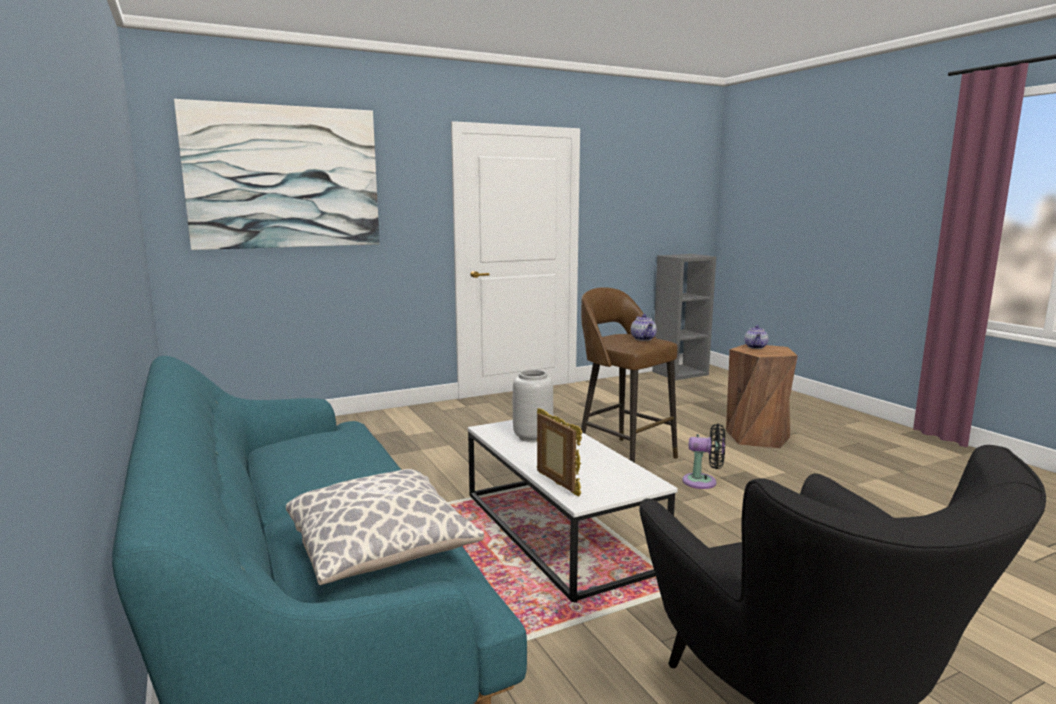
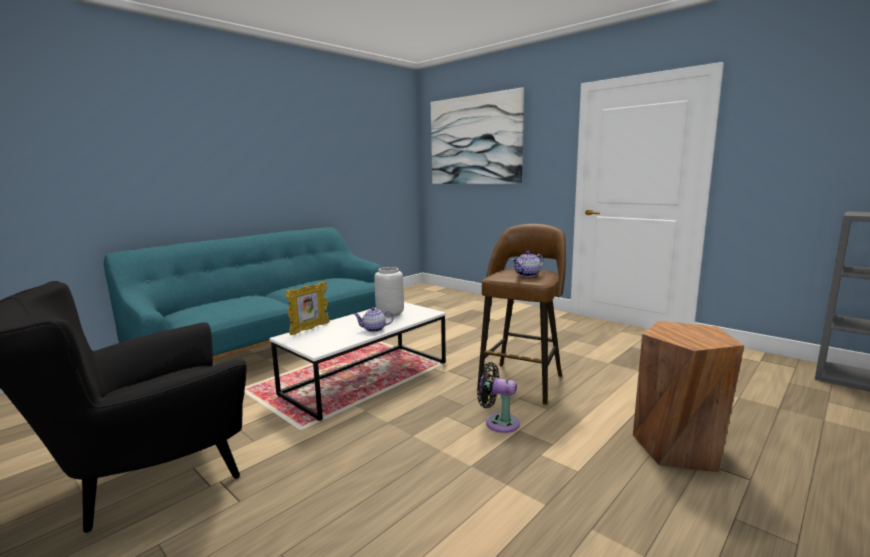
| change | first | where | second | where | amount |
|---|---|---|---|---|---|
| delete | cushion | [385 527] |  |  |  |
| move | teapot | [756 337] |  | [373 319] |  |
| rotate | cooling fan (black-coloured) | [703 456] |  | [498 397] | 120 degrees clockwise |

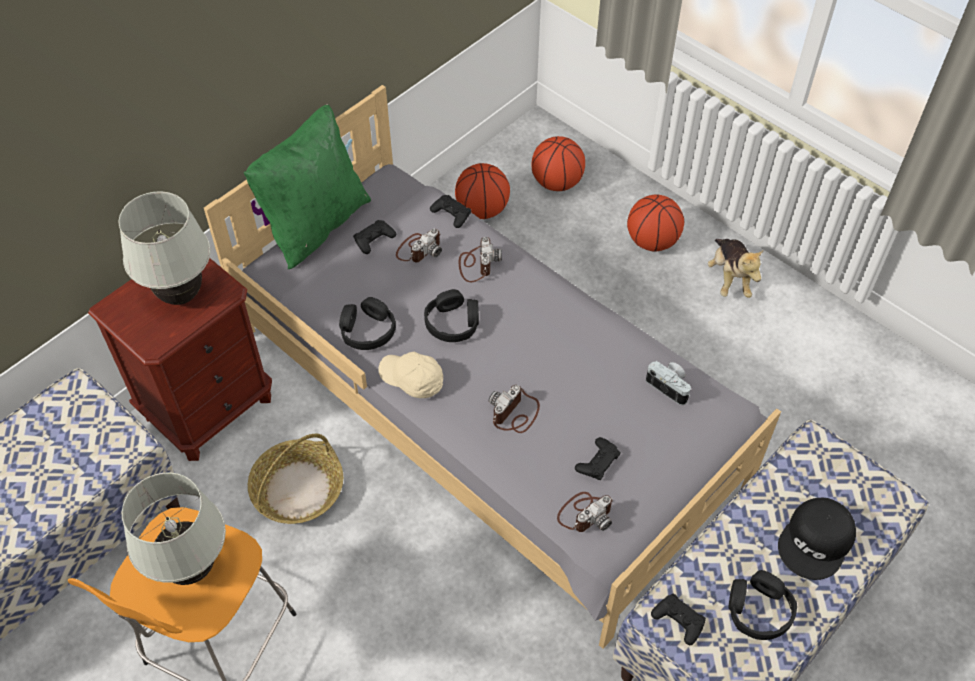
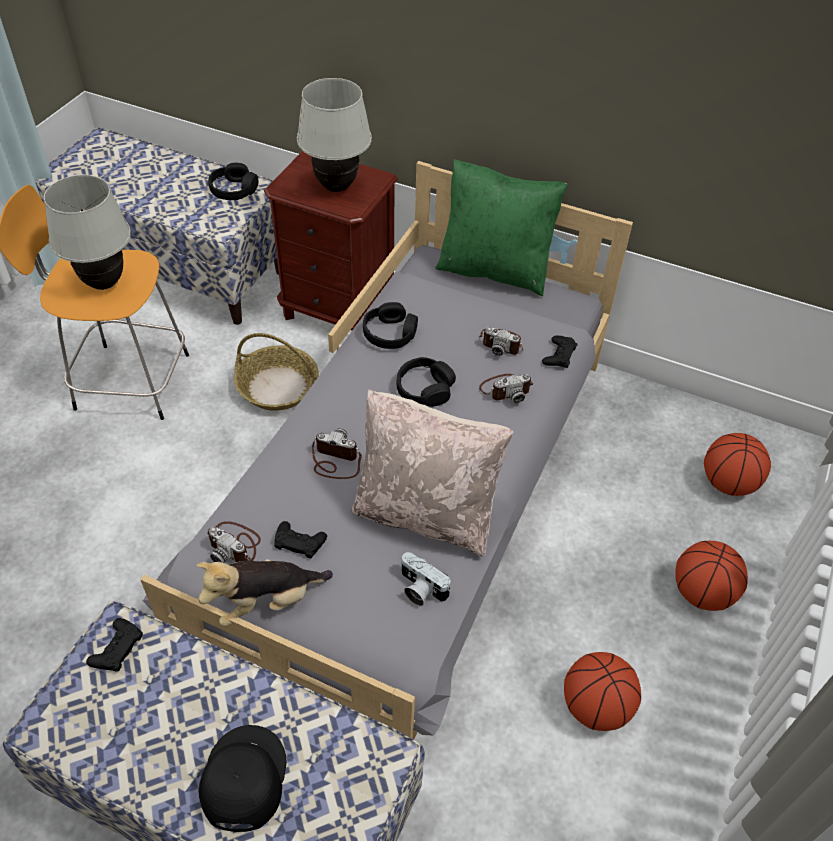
| change | first | where | second | where | amount |
|---|---|---|---|---|---|
| delete | joypad (black-coloured) | [374 237] |  |  |  |
| delete | baseball cap (beige-coloured) | [411 375] |  |  |  |
| insert |  |  | cushion (beige-coloured) | [432 472] |  |
| move | ball for basketball | [482 191] |  | [602 691] |  |
| move | plush toy | [735 268] |  | [265 592] |  |
| move | pair of headphones (black-coloured) | [762 605] |  | [233 181] |  |
| rotate | photo camera | [668 383] |  | [426 579] | 105 degrees clockwise |
| rotate | baseball cap (black-coloured) | [817 539] |  | [242 778] | 75 degrees clockwise |

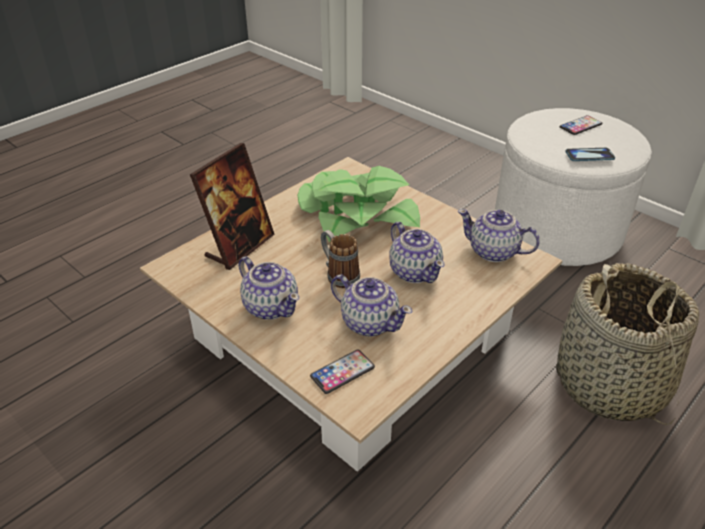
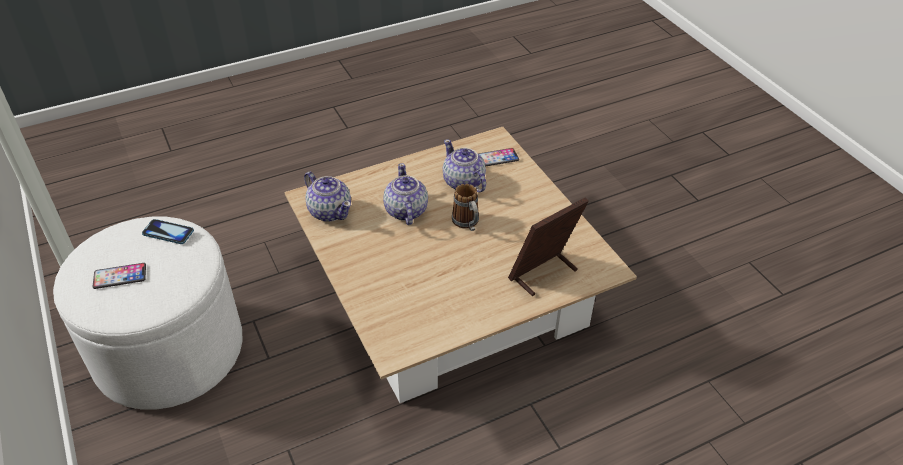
| change | first | where | second | where | amount |
|---|---|---|---|---|---|
| delete | teapot | [269 288] |  |  |  |
| delete | plant in a pot | [358 204] |  |  |  |
| delete | household basket | [627 344] |  |  |  |

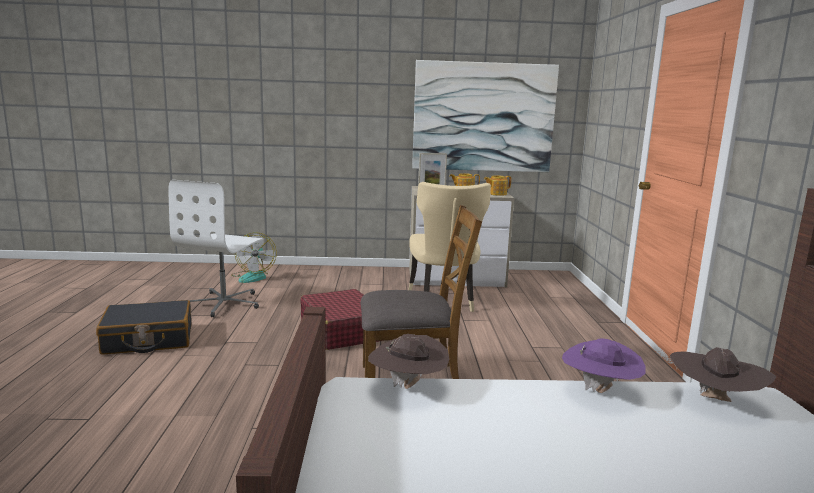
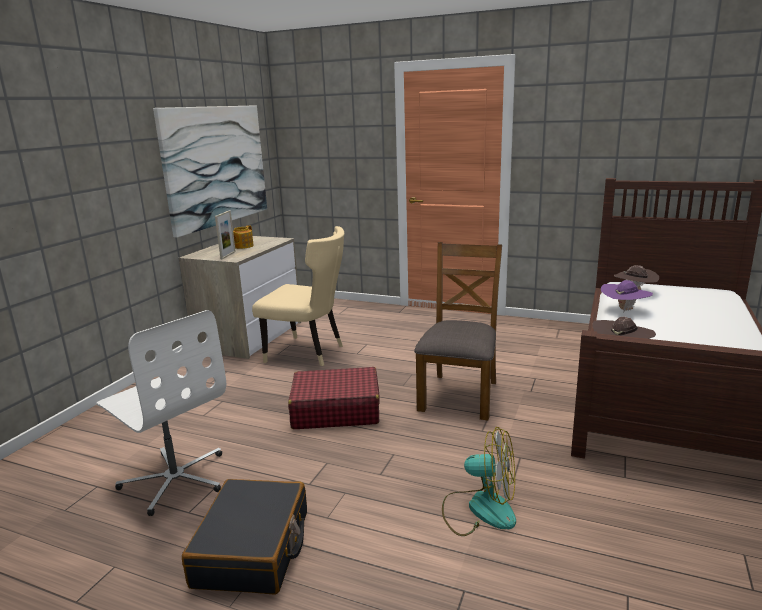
| change | first | where | second | where | amount |
|---|---|---|---|---|---|
| delete | teapot | [497 185] |  |  |  |
| move | cooling fan | [254 257] |  | [479 481] |  |

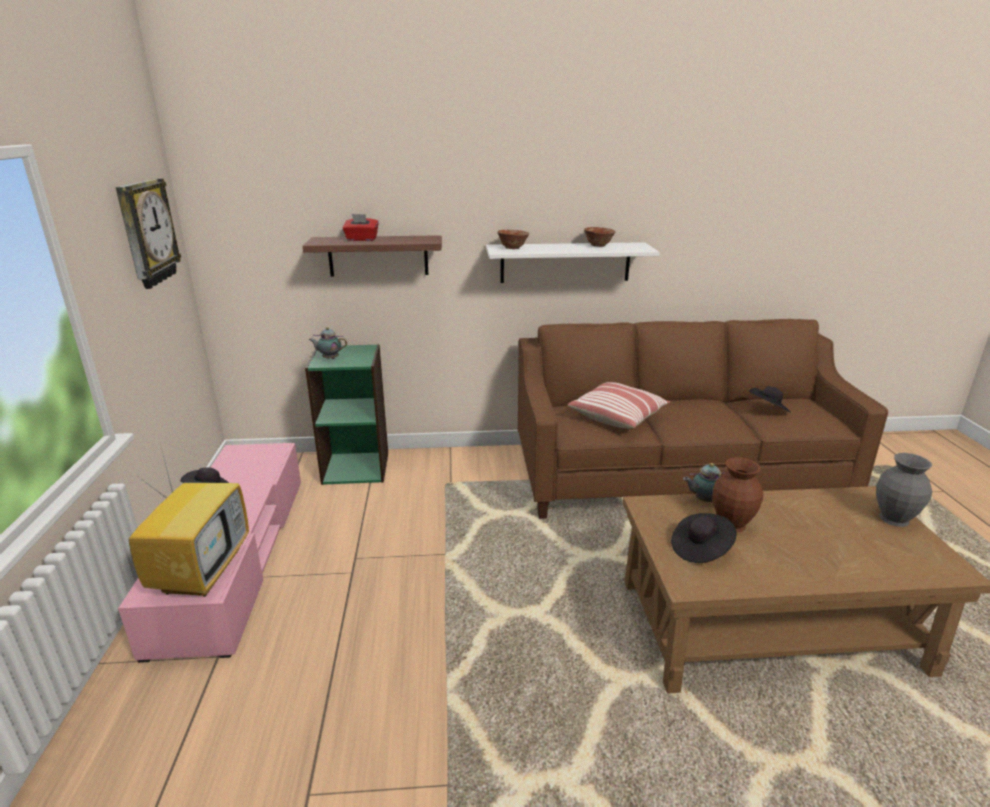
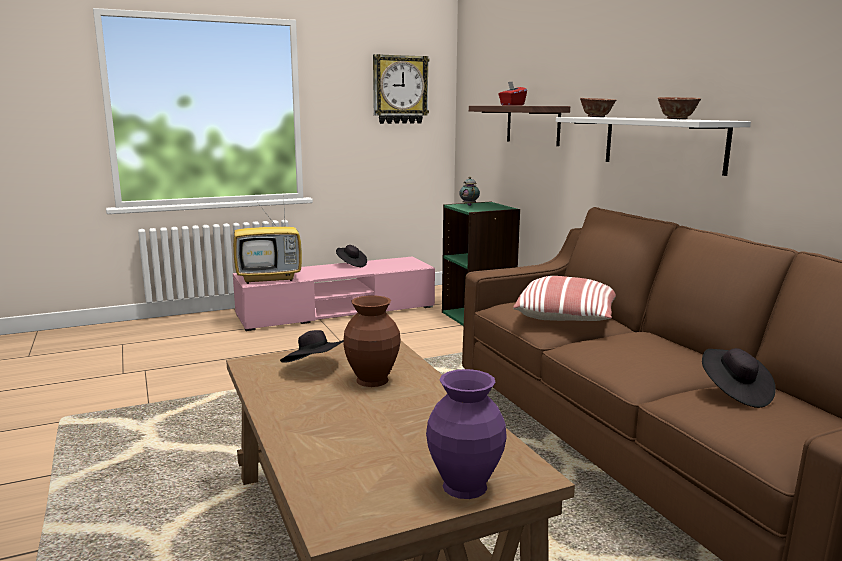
| change | first | where | second | where | amount |
|---|---|---|---|---|---|
| delete | teapot | [703 482] |  |  |  |
| recolor | vase (grey) | [904 490] | vase (purple) | [466 434] |  |

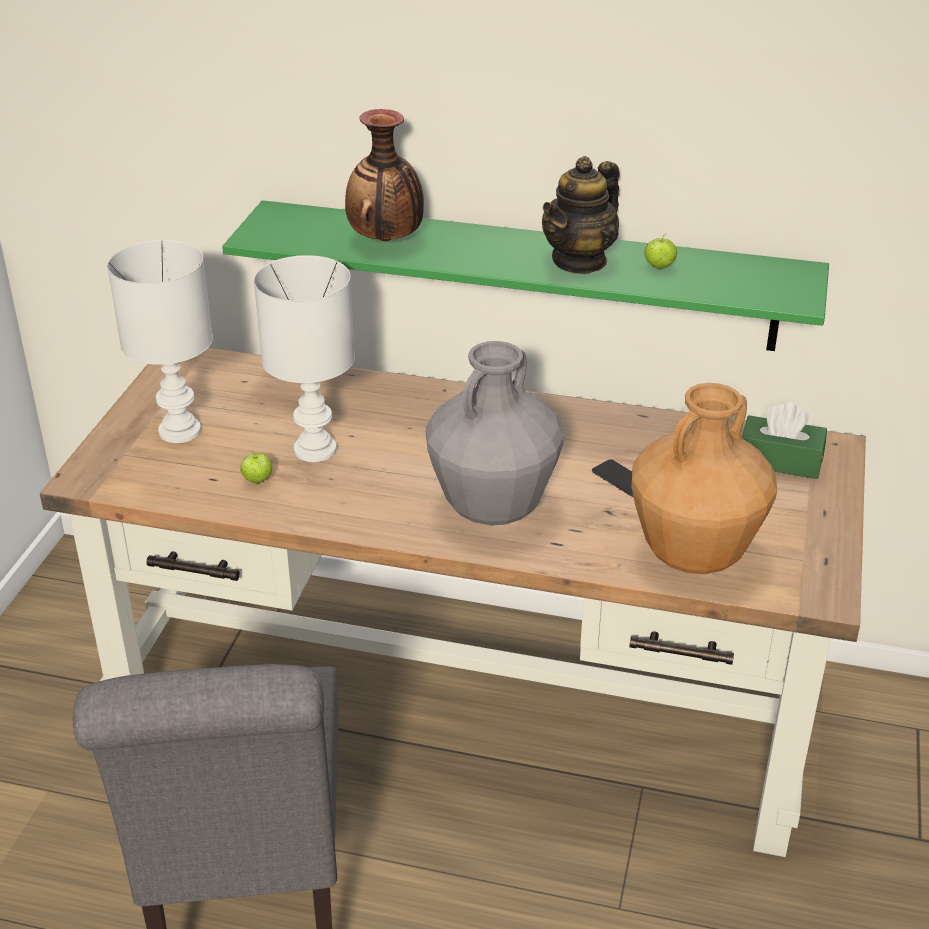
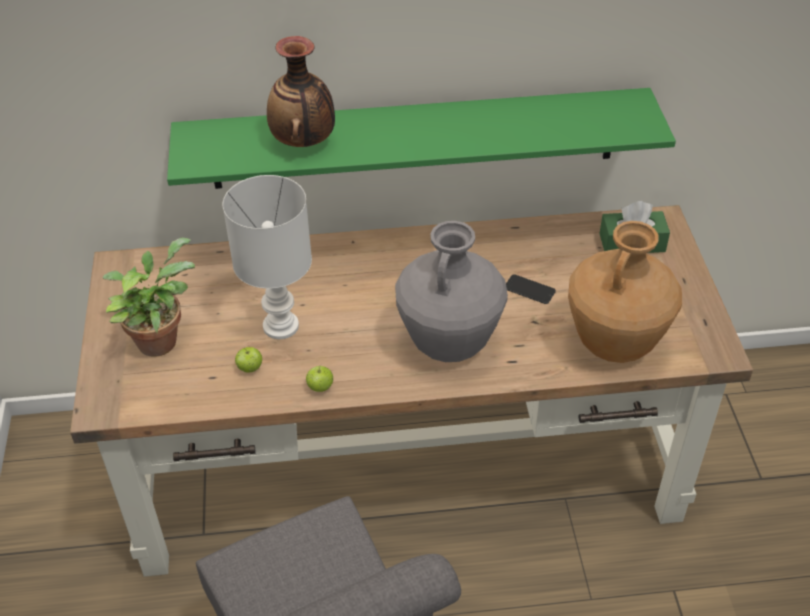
| change | first | where | second | where | amount |
|---|---|---|---|---|---|
| delete | teapot | [580 215] |  |  |  |
| move | apple fruit | [660 251] |  | [319 379] |  |
| replace | lamp for a table (white) | [160 341] | plant in a pot | [149 297] |  |

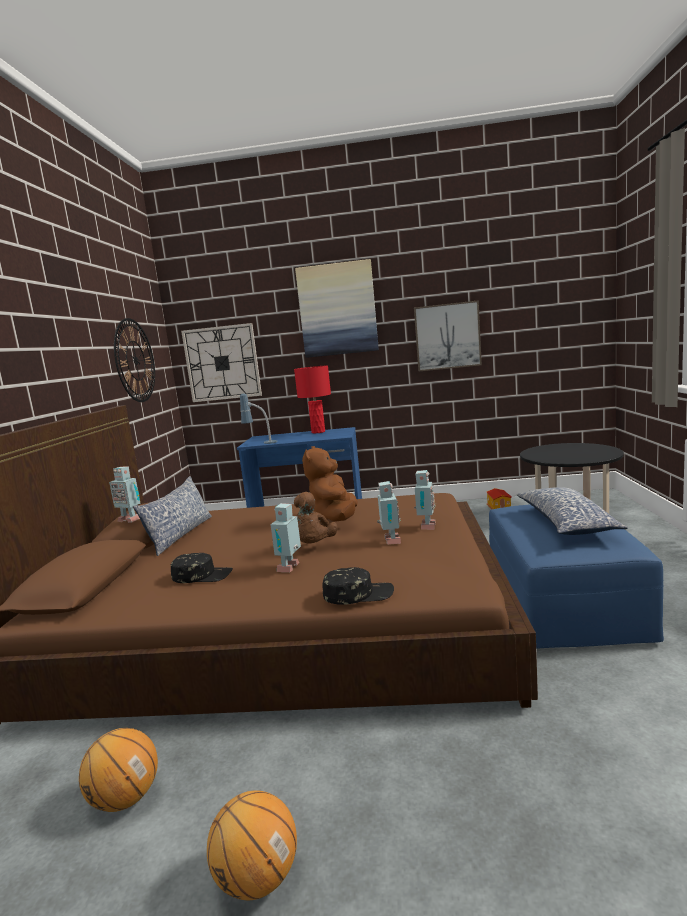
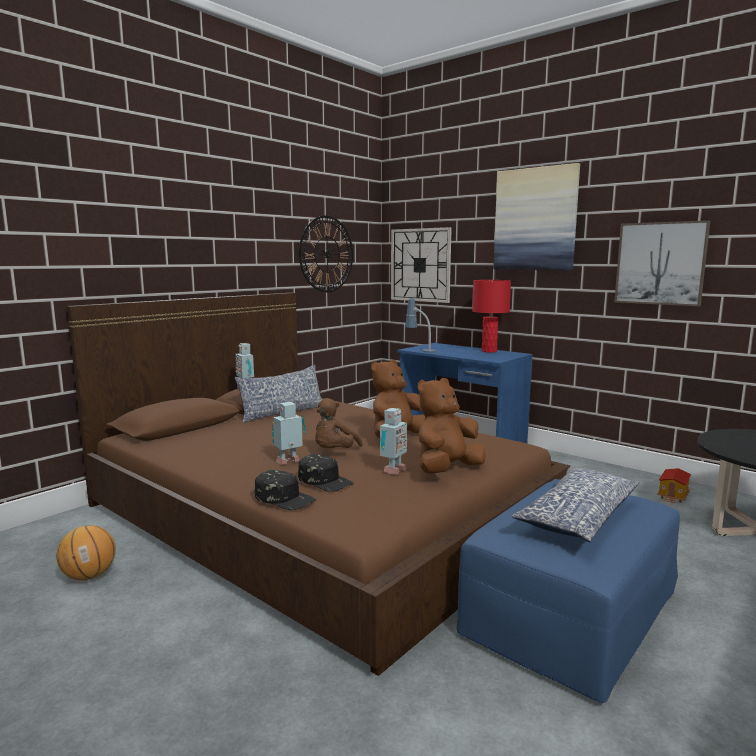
| change | first | where | second | where | amount |
|---|---|---|---|---|---|
| delete | ball for basketball | [252 845] |  |  |  |
| move | baseball cap (black-coloured) | [202 568] |  | [326 473] |  |
| replace | robot figure | [425 500] | plush toy (brown) | [452 426] |  |

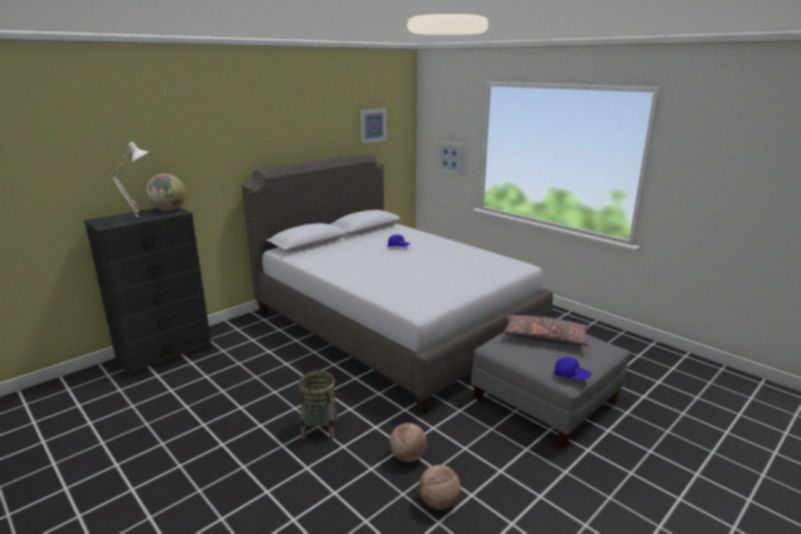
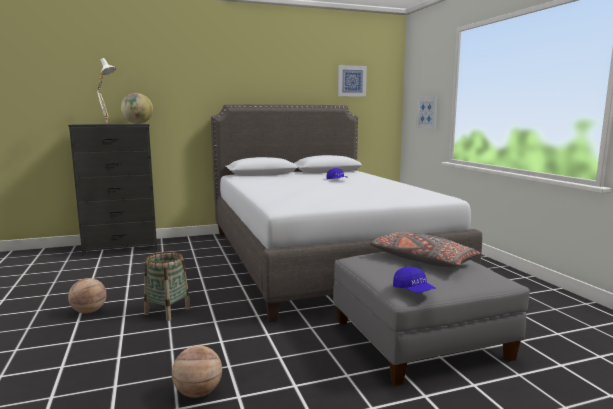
| change | first | where | second | where | amount |
|---|---|---|---|---|---|
| move | ball for basketball | [408 442] |  | [87 295] |  |

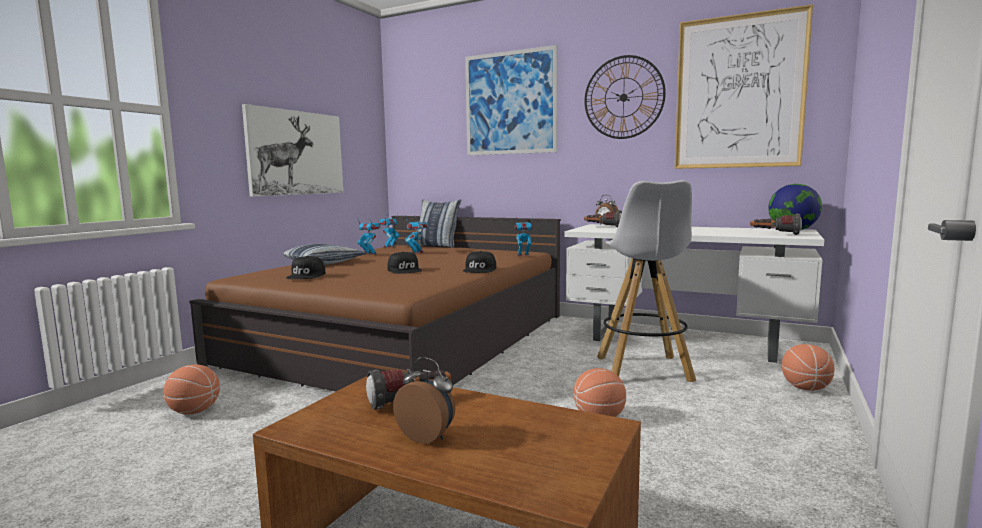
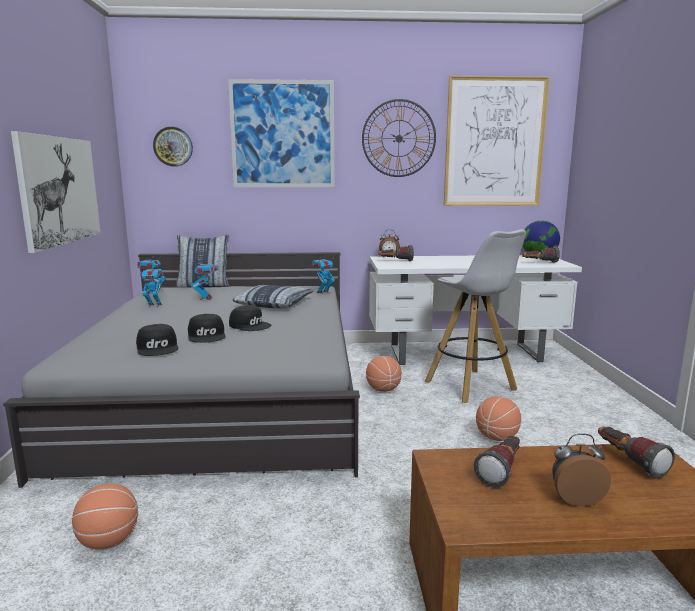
| change | first | where | second | where | amount |
|---|---|---|---|---|---|
| insert |  |  | clock on the wall | [173 146] |  |
| insert |  |  | hand torch | [636 452] |  |
| move | cushion | [324 254] |  | [273 296] |  |
| move | baseball cap (black-coloured) | [479 262] |  | [207 328] |  |
| move | ball for basketball | [808 367] |  | [384 374] |  |
| recolor | bed (brown) | [375 304] | bed (grey) | [181 370] |  |

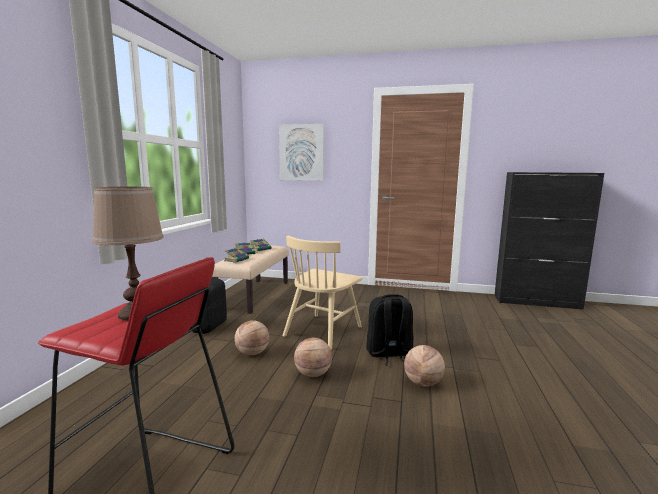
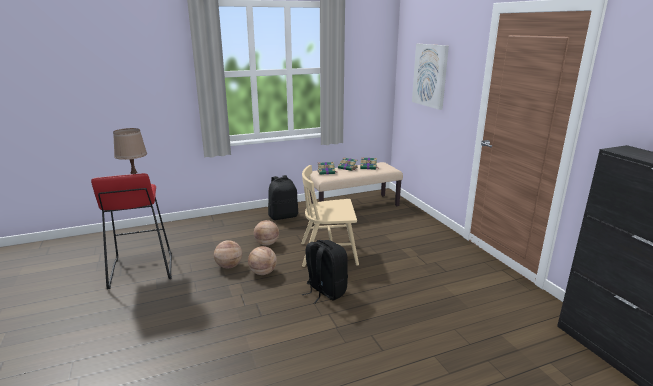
| change | first | where | second | where | amount |
|---|---|---|---|---|---|
| move | ball for basketball | [424 366] |  | [228 254] |  |

